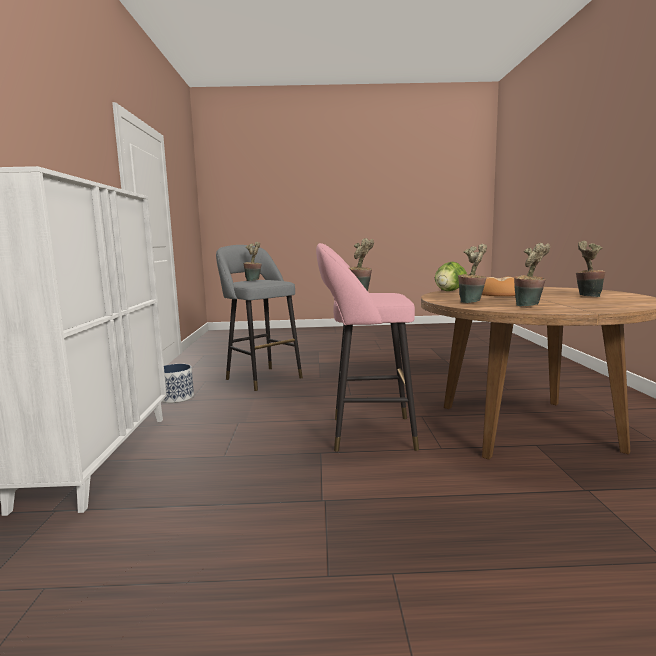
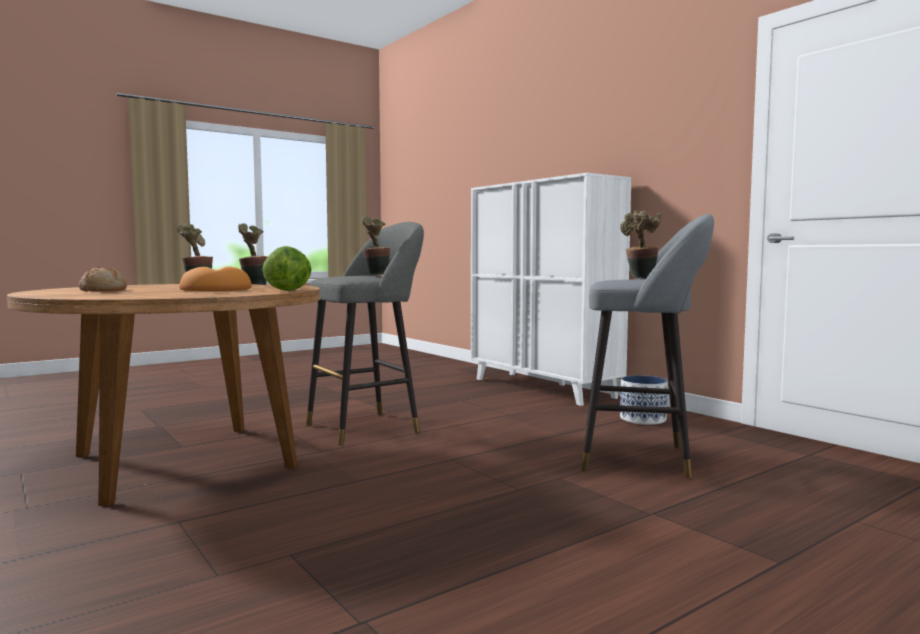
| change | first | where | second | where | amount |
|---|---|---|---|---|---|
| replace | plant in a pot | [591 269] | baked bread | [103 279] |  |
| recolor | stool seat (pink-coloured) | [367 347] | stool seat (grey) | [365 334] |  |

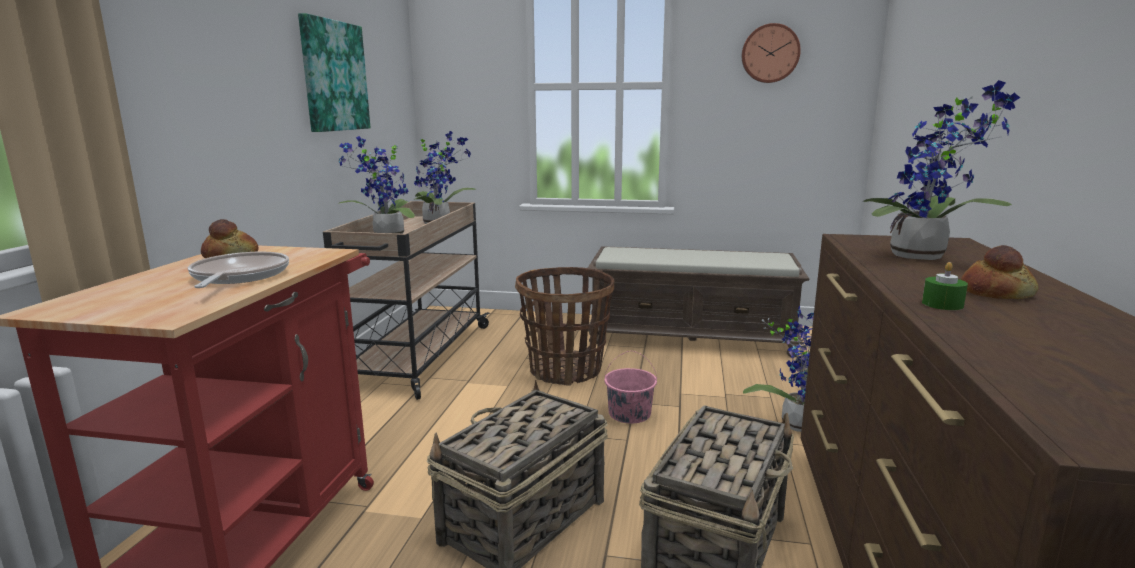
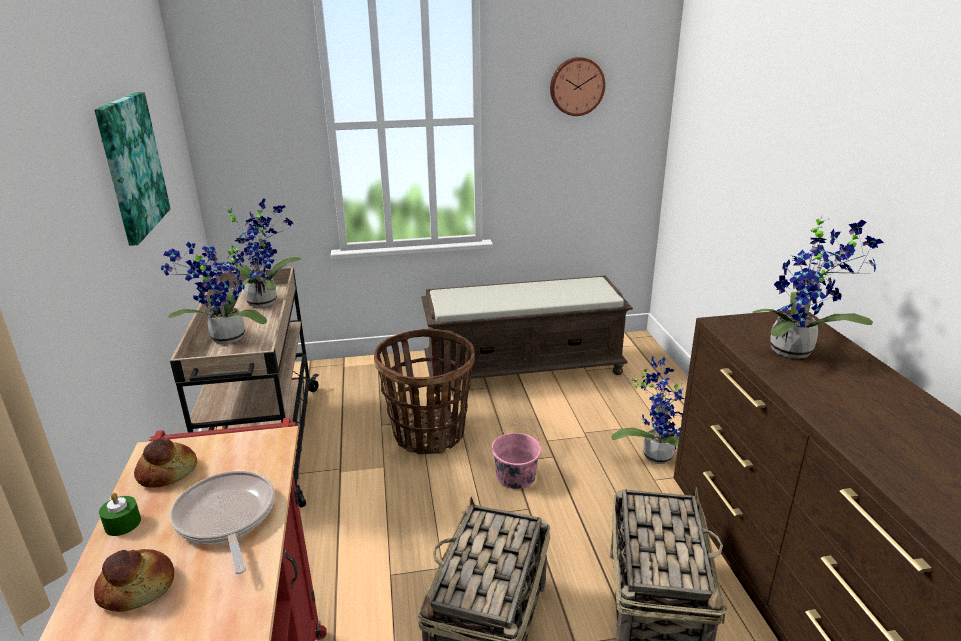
| change | first | where | second | where | amount |
|---|---|---|---|---|---|
| move | candle (green-coloured) | [945 286] |  | [120 514] |  |
| move | baked bread | [1000 272] |  | [134 580] |  |

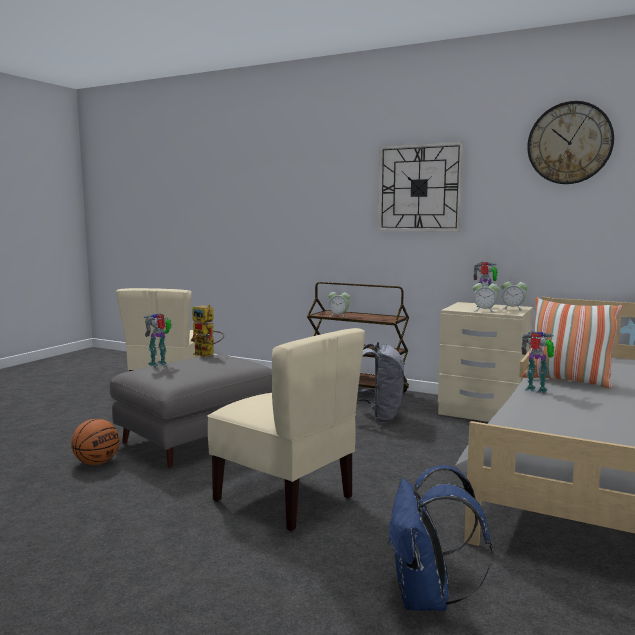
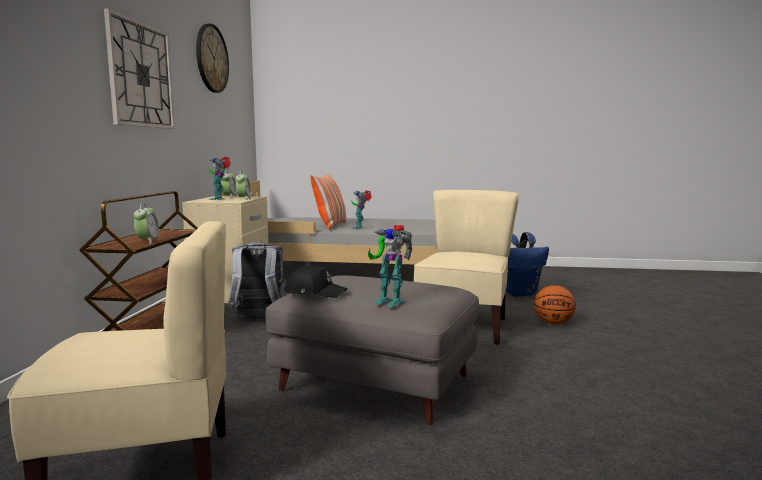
| change | first | where | second | where | amount |
|---|---|---|---|---|---|
| move | ball for basketball | [95 442] |  | [555 305] |  |
| replace | robot figure | [207 331] | baseball cap (black-coloured) | [316 281] |  |

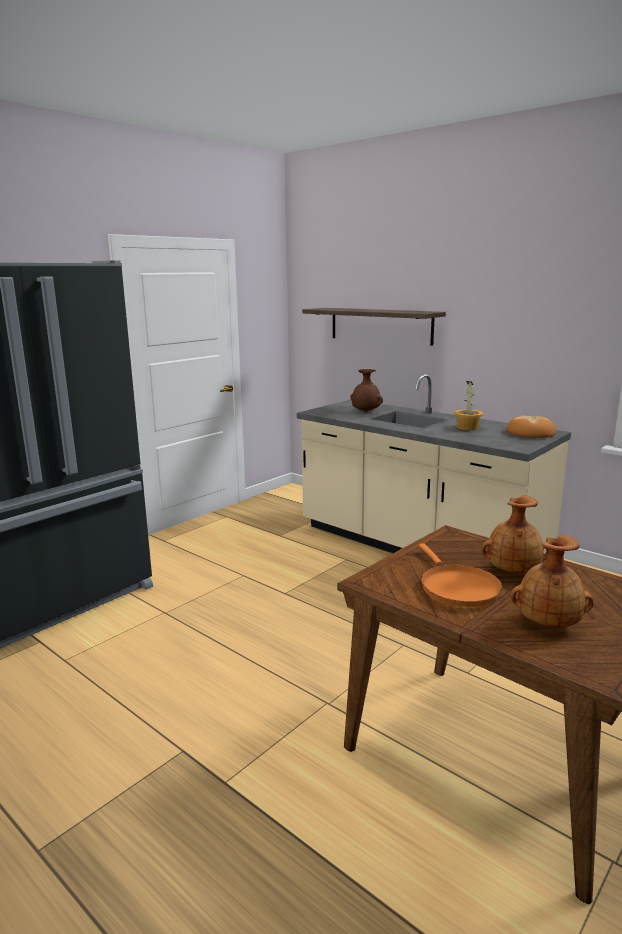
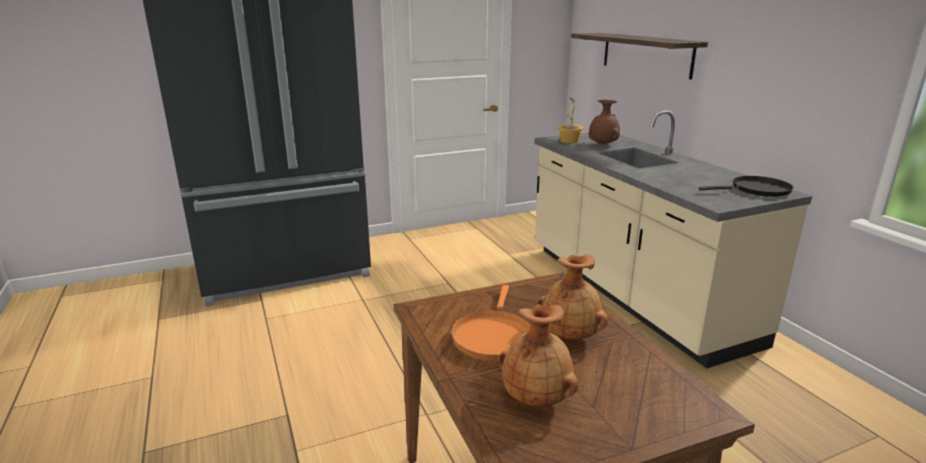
| change | first | where | second | where | amount |
|---|---|---|---|---|---|
| move | plant in a pot | [469 405] |  | [570 120] |  |
| replace | baked bread | [531 426] | frying pan (black-coloured) | [746 186] |  |

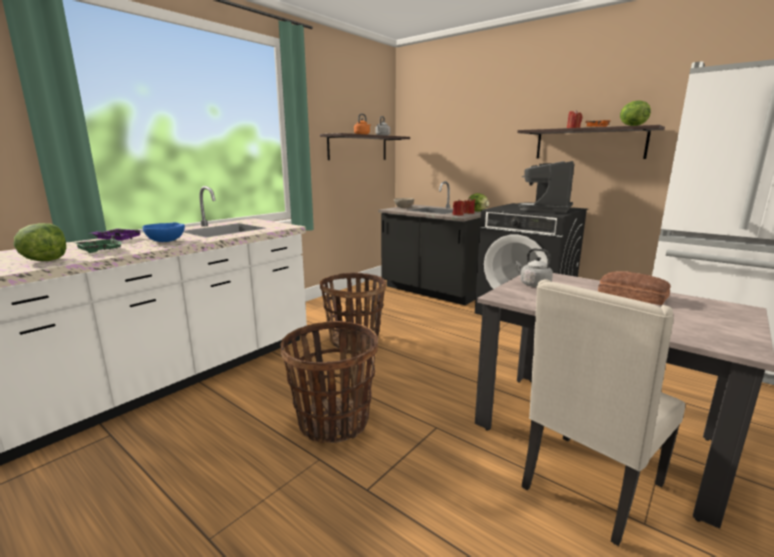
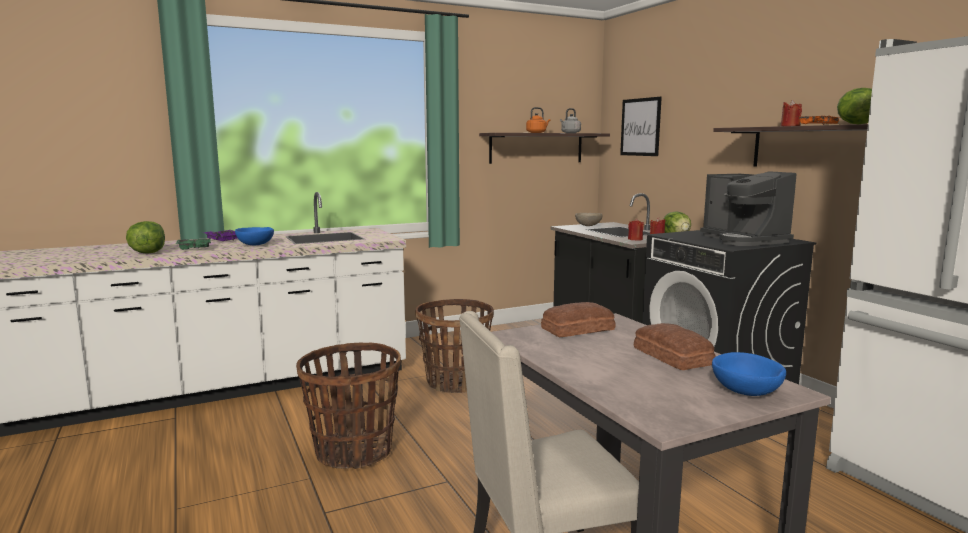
| change | first | where | second | where | amount |
|---|---|---|---|---|---|
| insert |  |  | wall picture | [641 126] |  |
| insert |  |  | bowl (blue) | [749 374] |  |
| replace | water kettle (grey) | [534 267] | baked bread | [578 319] |  |
| rotate | coffee brewer | [546 187] |  | [748 208] | 75 degrees counterclockwise |

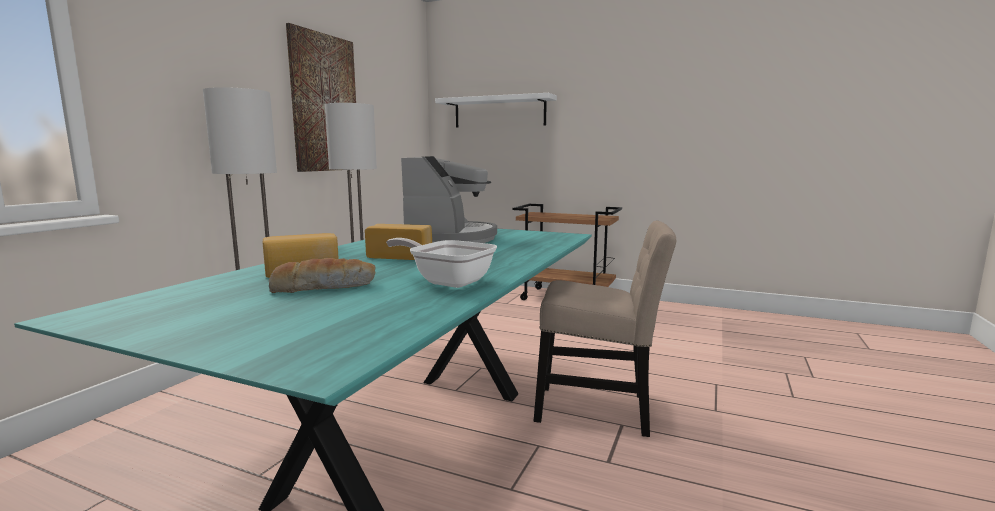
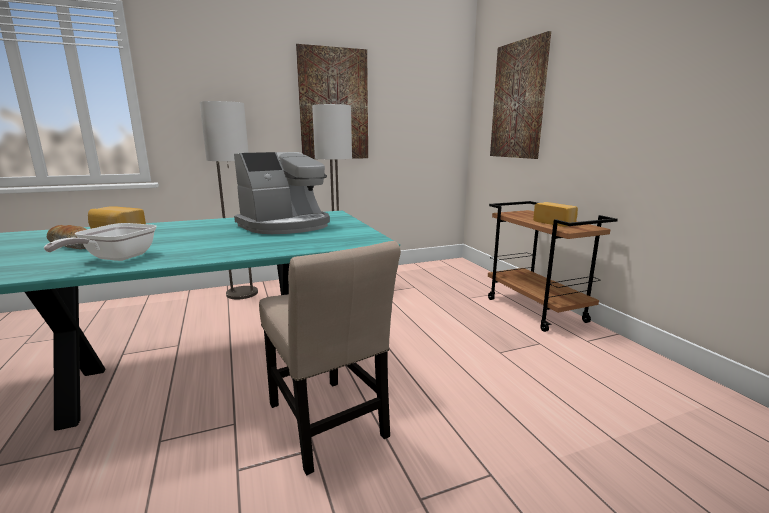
| change | first | where | second | where | amount |
|---|---|---|---|---|---|
| move | baked bread | [398 242] |  | [555 214] |  |
| replace | bracket shelf (white) | [496 110] | wall picture | [520 95] |  |
| rotate | frying pan | [441 263] |  | [100 242] | 150 degrees counterclockwise |

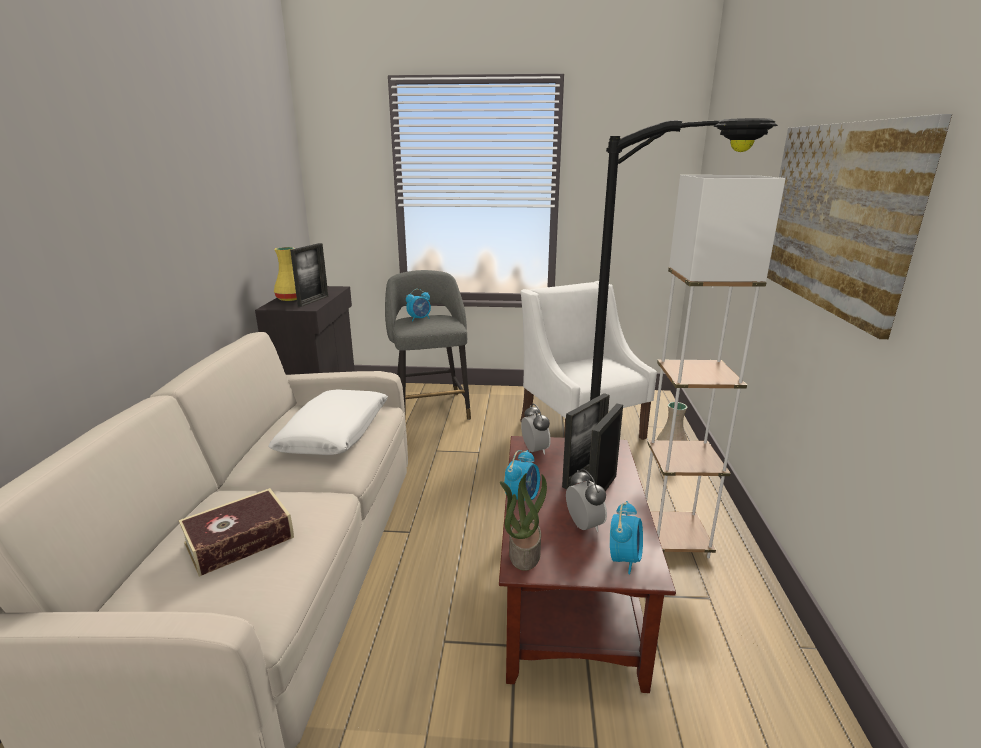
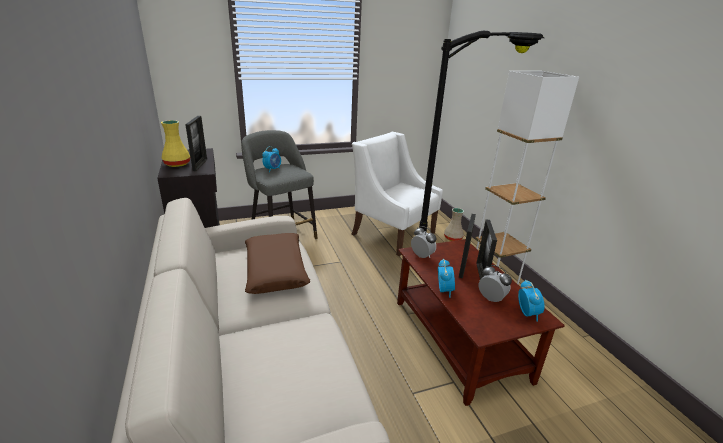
| change | first | where | second | where | amount |
|---|---|---|---|---|---|
| delete | volume | [236 532] |  |  |  |
| delete | plant in a pot | [523 522] |  |  |  |
| delete | wall picture | [859 226] |  |  |  |
| recolor | cushion (white) | [328 422] | cushion (brown) | [278 263] |  |

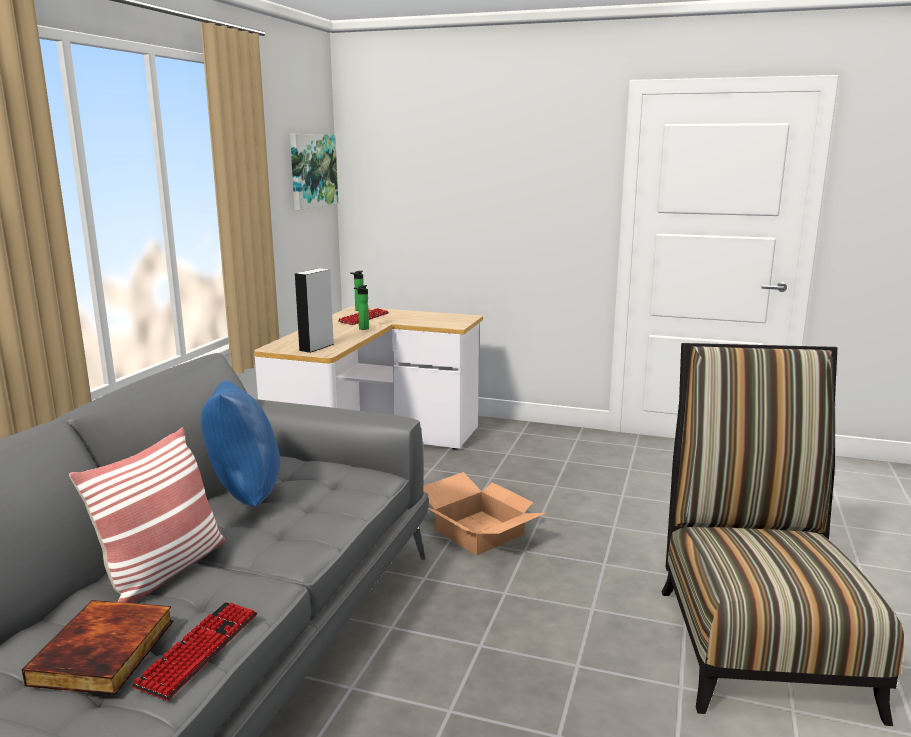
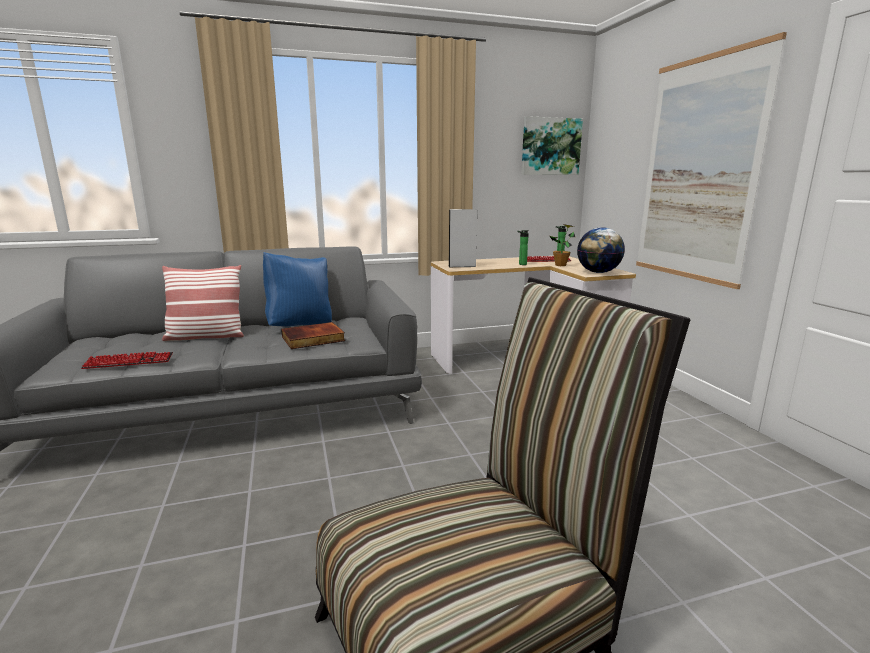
| change | first | where | second | where | amount |
|---|---|---|---|---|---|
| delete | cardboard box | [484 513] |  |  |  |
| insert |  |  | plant in a pot | [562 245] |  |
| insert |  |  | globe | [601 250] |  |
| insert |  |  | wall picture | [711 160] |  |
| move | volume | [97 647] |  | [313 335] |  |

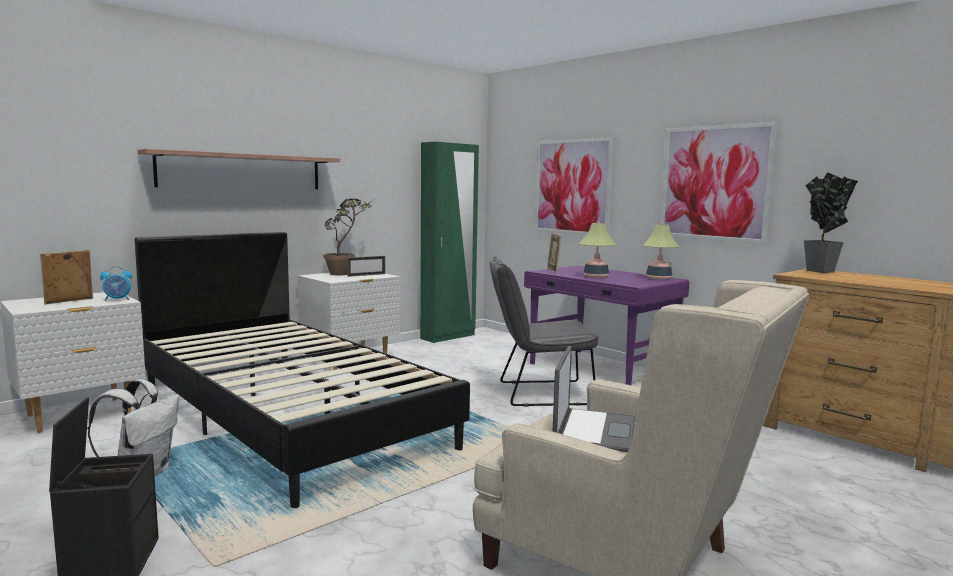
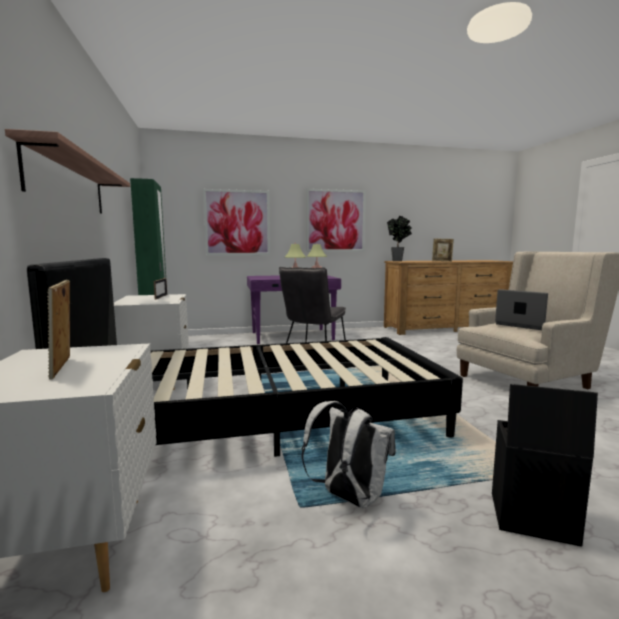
| change | first | where | second | where | amount |
|---|---|---|---|---|---|
| delete | alarm clock | [116 283] |  |  |  |
| delete | plant in a pot | [348 236] |  |  |  |
| move | picture frame | [554 253] |  | [443 250] |  |

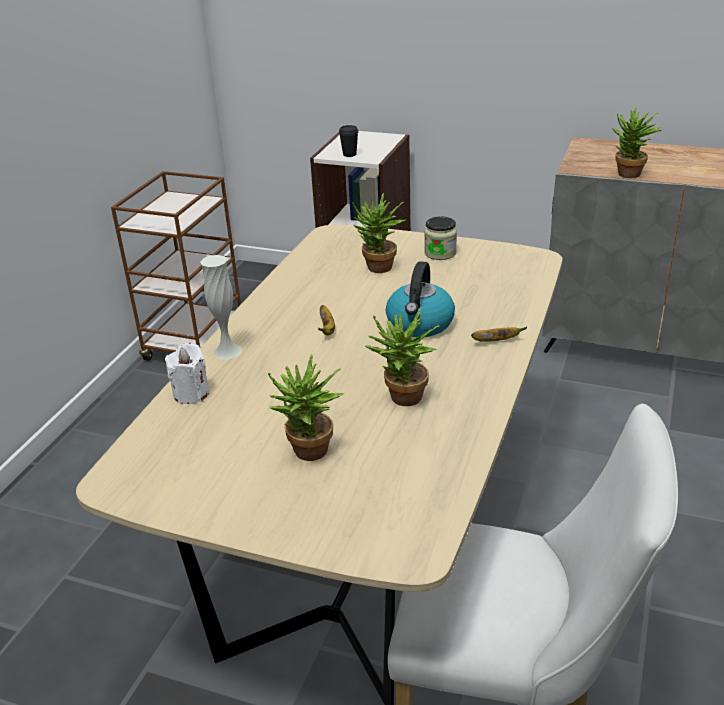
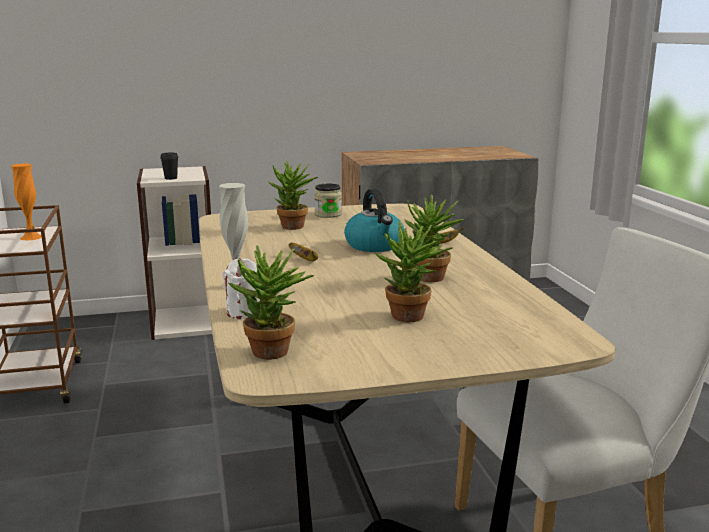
| change | first | where | second | where | amount |
|---|---|---|---|---|---|
| insert |  |  | vase (orangey) | [26 202] |  |
| move | plant in a pot | [637 142] |  | [271 302] |  |

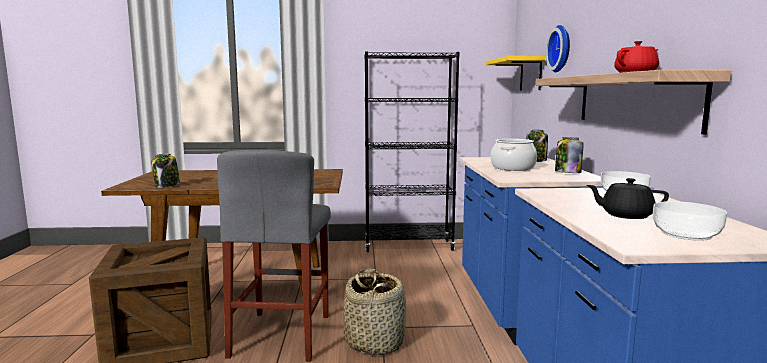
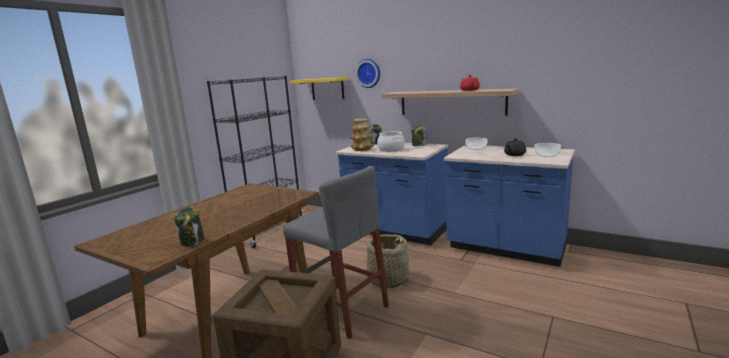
| change | first | where | second | where | amount |
|---|---|---|---|---|---|
| insert |  |  | vase | [362 135] |  |

